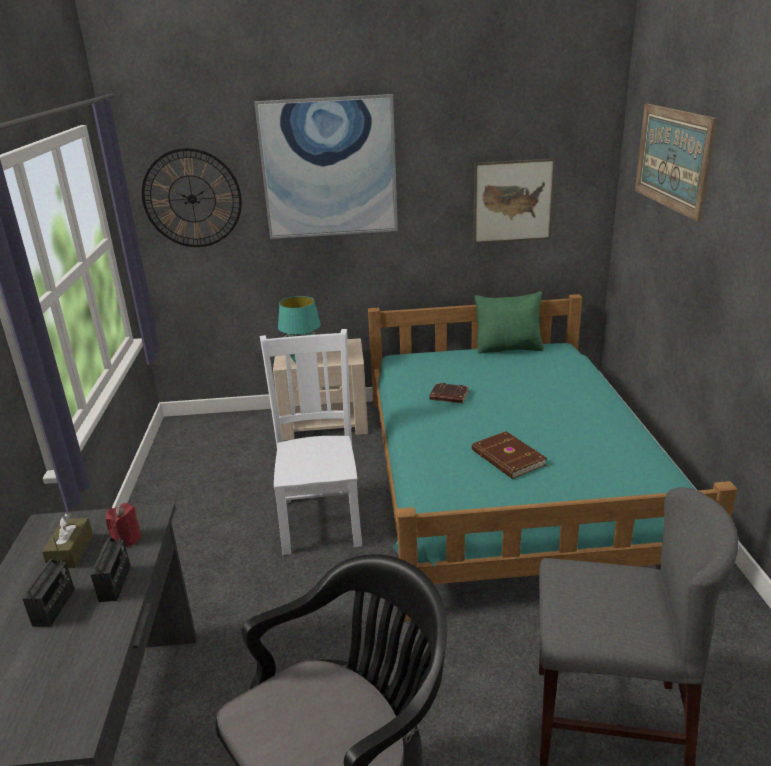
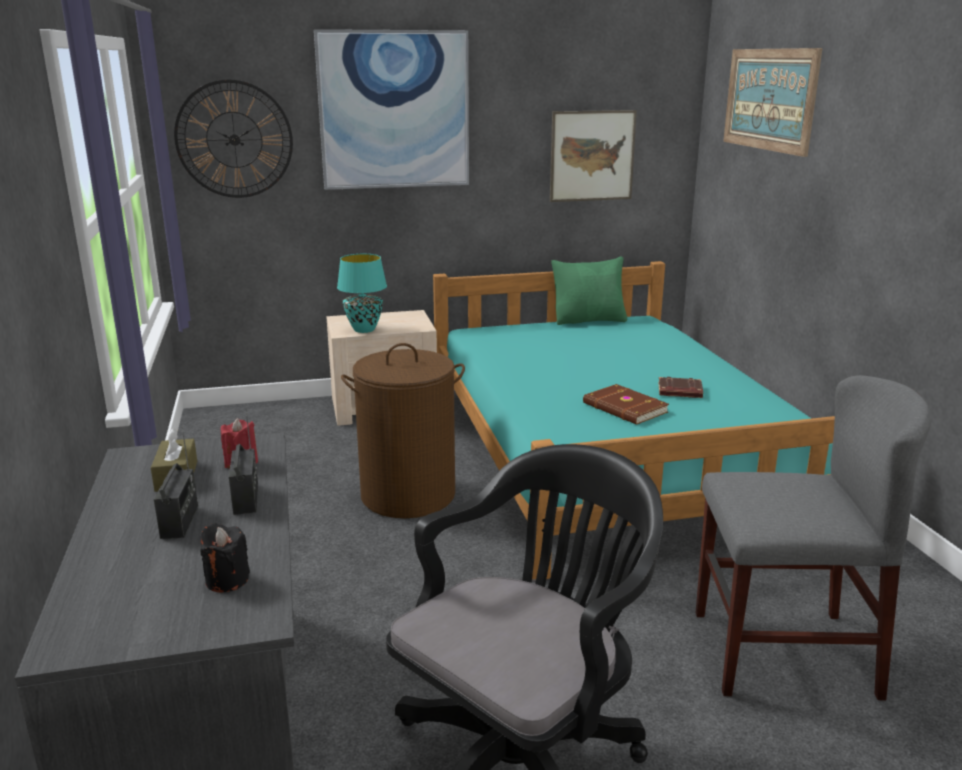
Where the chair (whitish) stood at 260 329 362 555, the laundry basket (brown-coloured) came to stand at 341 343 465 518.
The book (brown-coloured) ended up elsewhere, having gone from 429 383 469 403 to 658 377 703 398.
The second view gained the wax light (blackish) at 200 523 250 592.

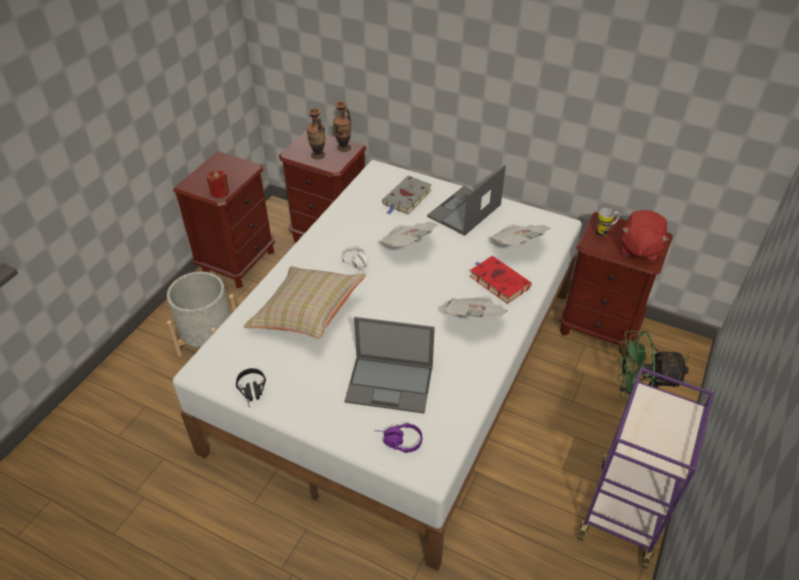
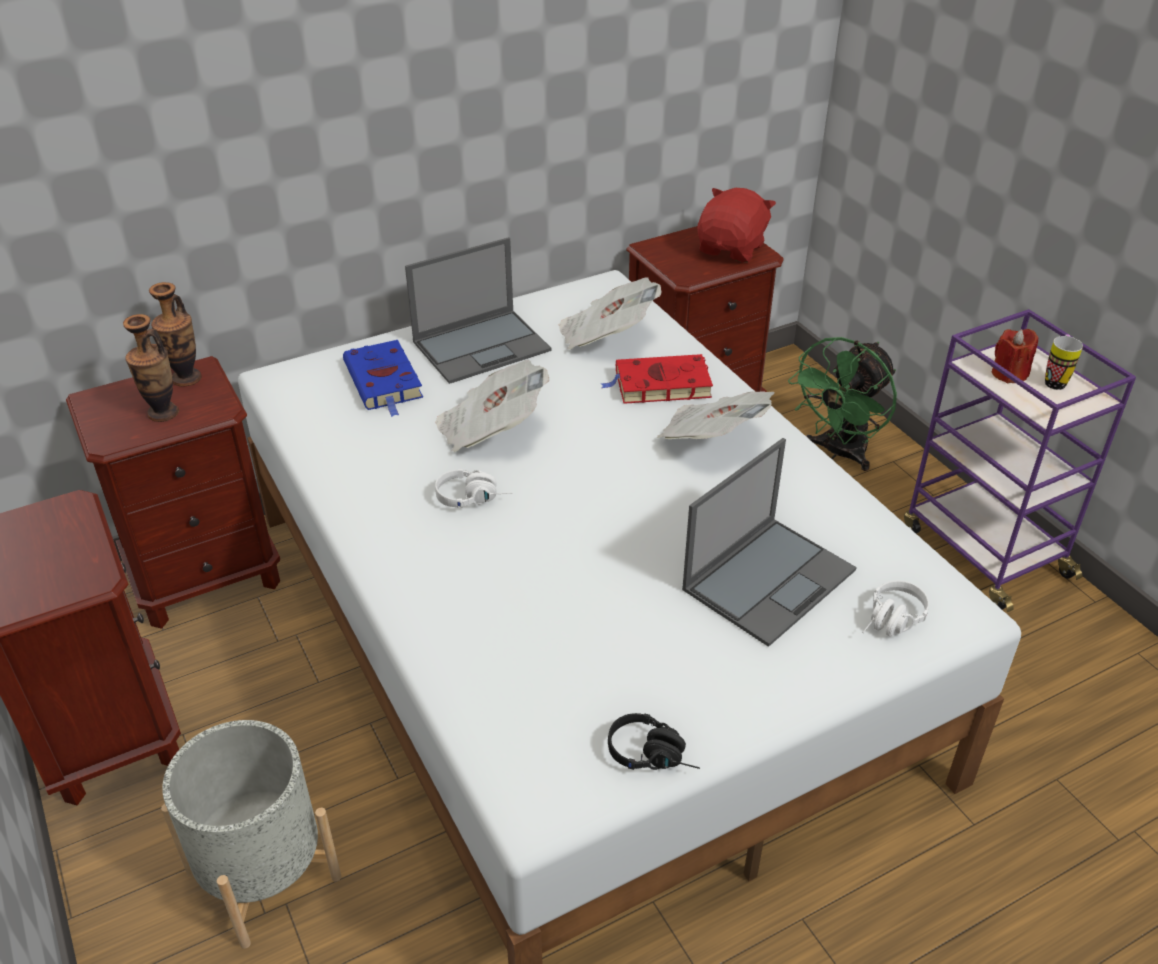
The wax light (red) ended up elsewhere, having gone from 207 170 229 199 to 992 329 1038 383.
The second view lost the throw pillow (beige-coloured) at 243 266 366 339.
What was the headphones (purple-coloured) at 374 423 422 453 turned into the headphones (whitish) at 862 580 929 637.
What was the book (gray) at 382 176 432 215 turned into the book (blue) at 343 340 423 417.
The portable computer at 427 165 506 236 ended up facing another way, 105 degrees counterclockwise from before.
The mug ended up elsewhere, having gone from 596 208 620 237 to 1045 335 1083 390.
The plush toy (red) at 621 210 669 262 ended up facing another way, 120 degrees counterclockwise from before.

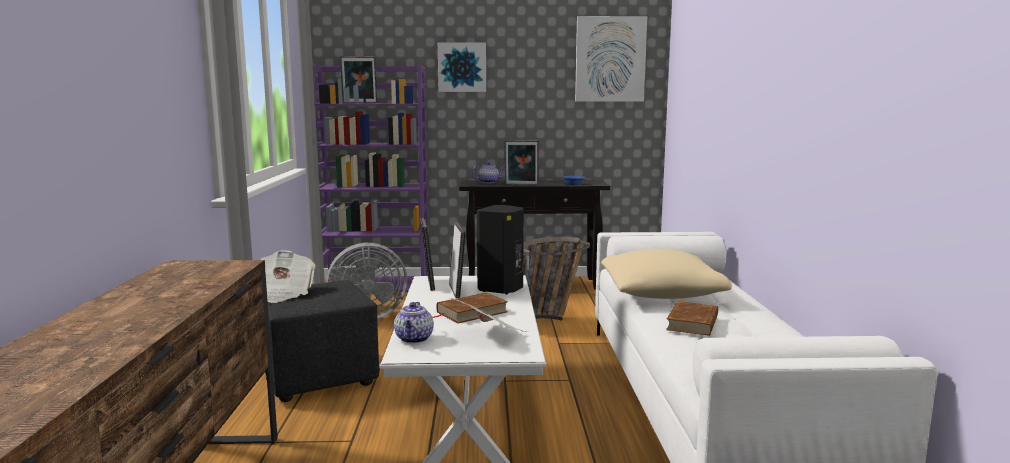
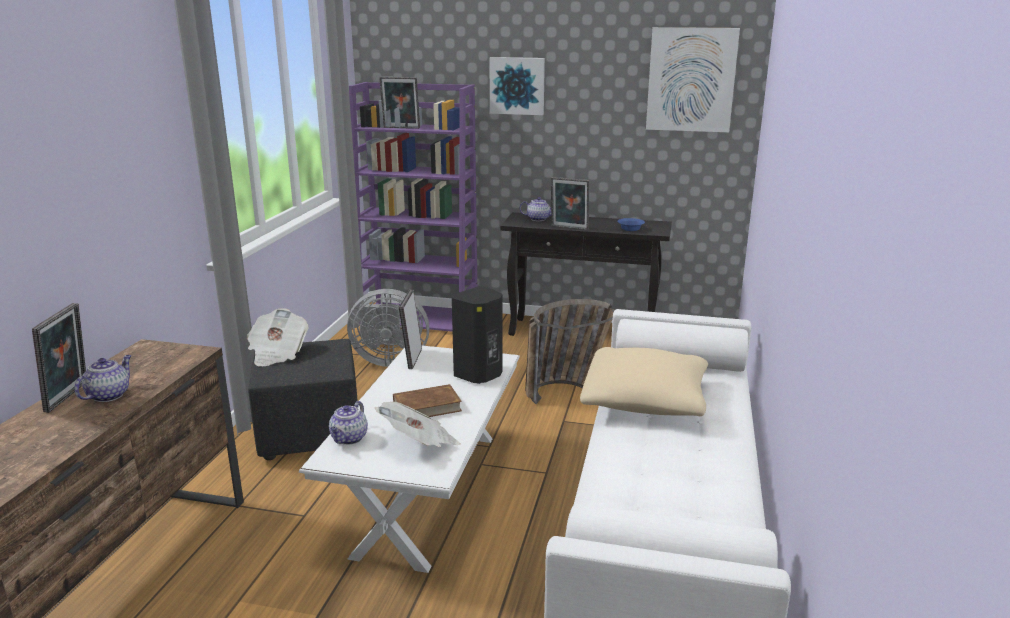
The photo frame ended up elsewhere, having gone from 449 222 466 298 to 32 303 86 413.
The second view lost the book (brown-coloured) at 666 301 718 336.
The second view gained the tea pot at 75 355 131 402.

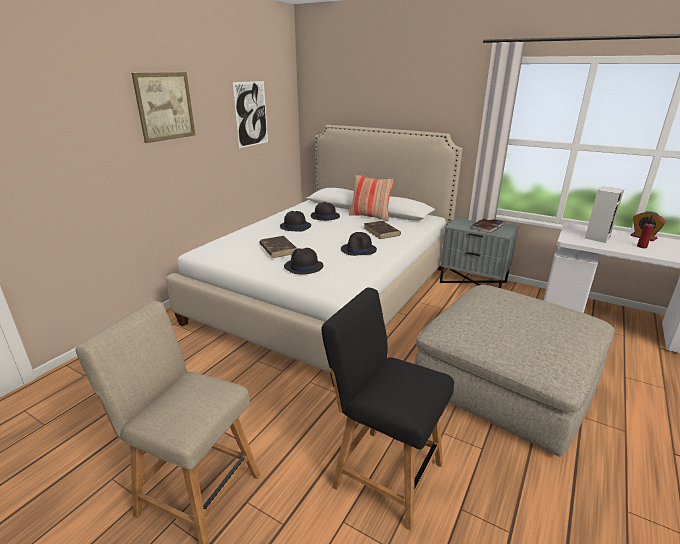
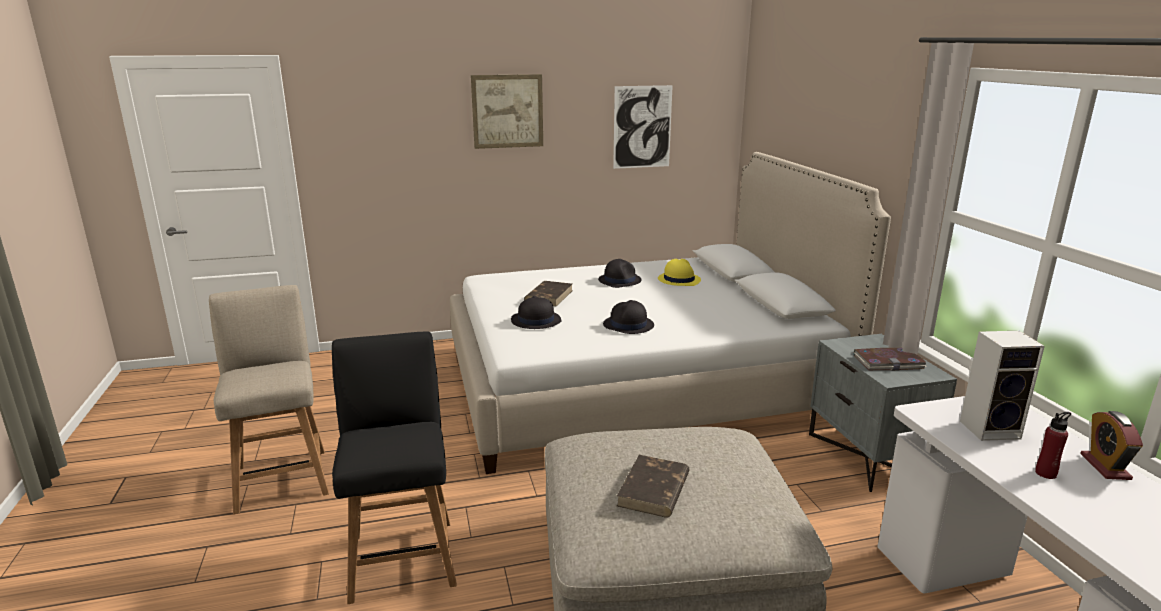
What was the hat (blackish) at 311 202 340 221 turned into the hat (yellowish) at 658 259 701 286.
The second view lost the throw pillow at 349 175 395 221.
The book (brown-coloured) ended up elsewhere, having gone from 364 221 401 239 to 617 455 690 518.

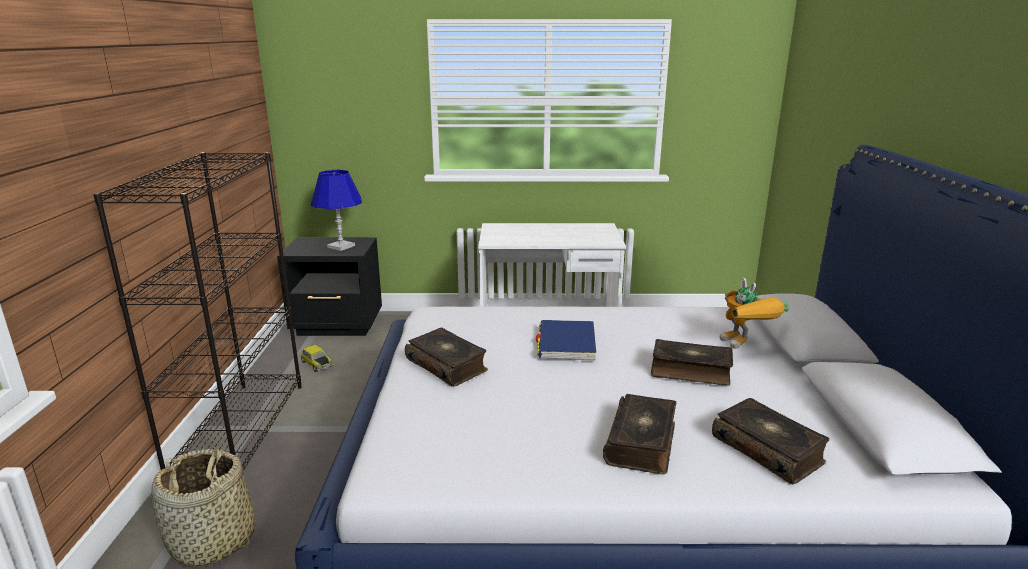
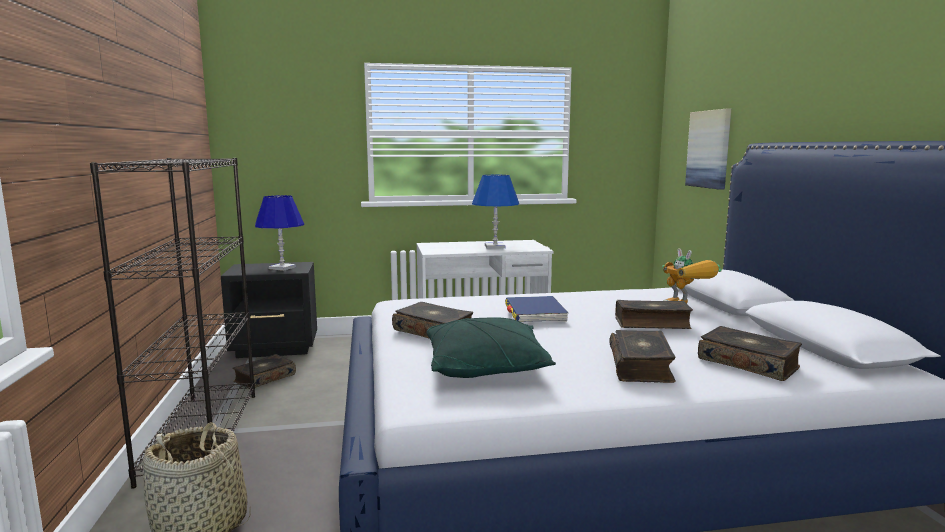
Where the miniature car stood at 301 345 333 372, the book came to stand at 233 354 296 389.
The second view gained the throw pillow (green) at 427 317 556 378.
The second view gained the table lamp (blue) at 472 175 519 249.
The second view gained the wall art at 685 109 731 190.

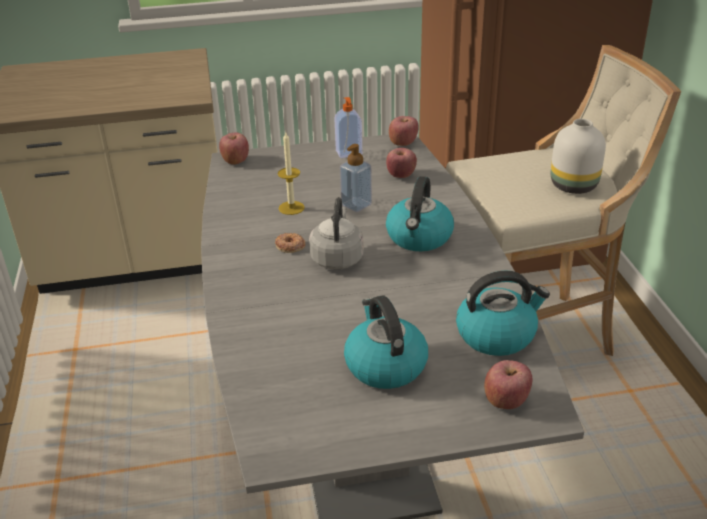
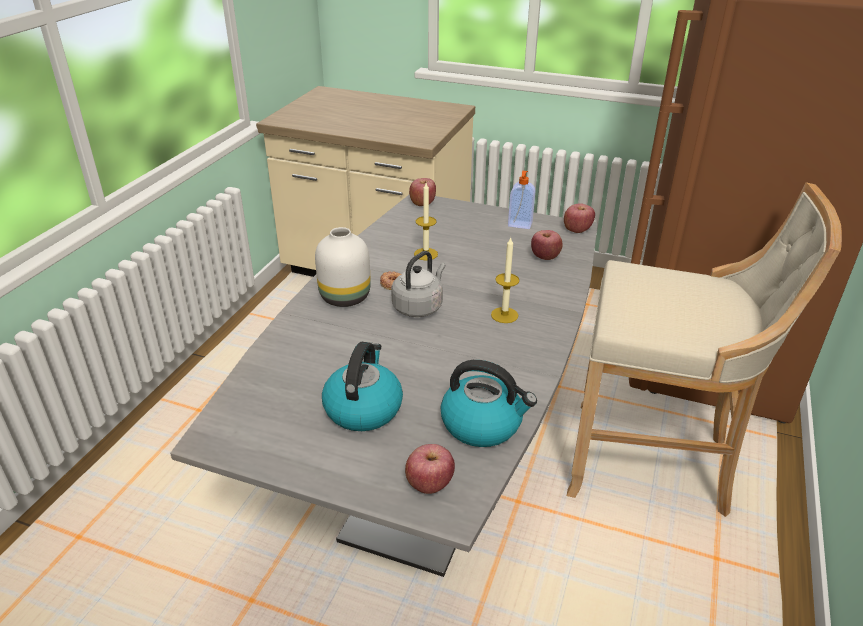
The second view lost the liquid soap bottle at 340 144 372 212.
Where the tea kettle stood at 386 176 454 251, the wax light came to stand at 491 237 519 323.
The decorative vase (whitish) ended up elsewhere, having gone from 551 119 606 194 to 315 227 371 307.

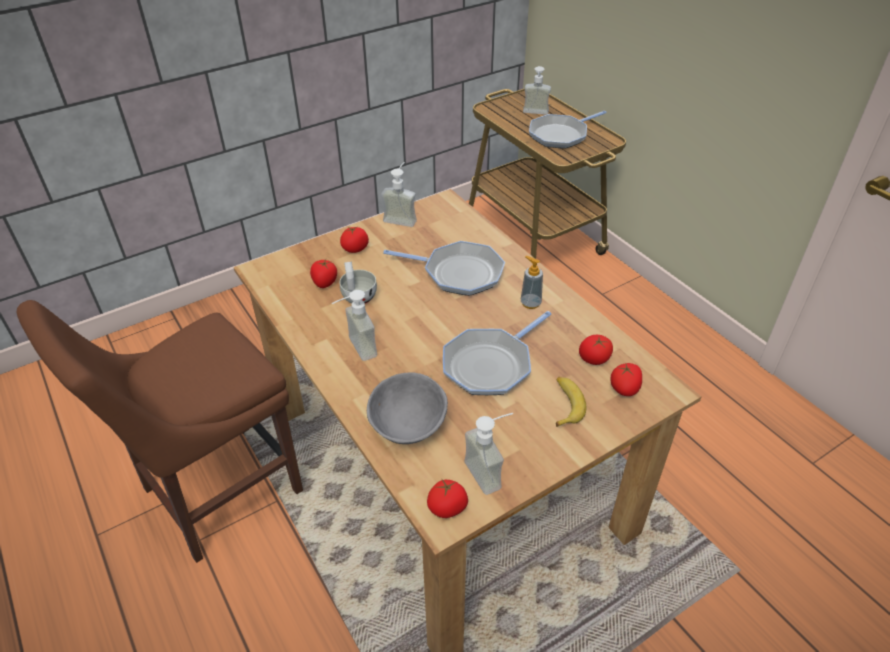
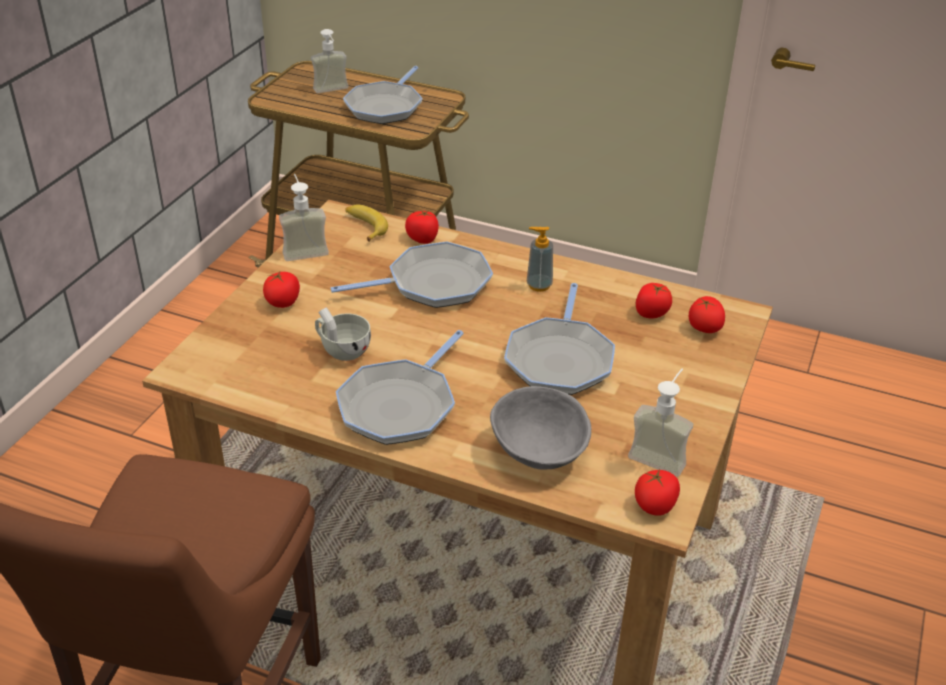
The whole tomato ended up elsewhere, having gone from 310 259 337 288 to 405 209 439 244.
Where the liquid soap bottle stood at 332 290 377 361, the skillet came to stand at 336 330 464 445.
The banana fruit ended up elsewhere, having gone from 556 377 586 427 to 345 205 388 242.

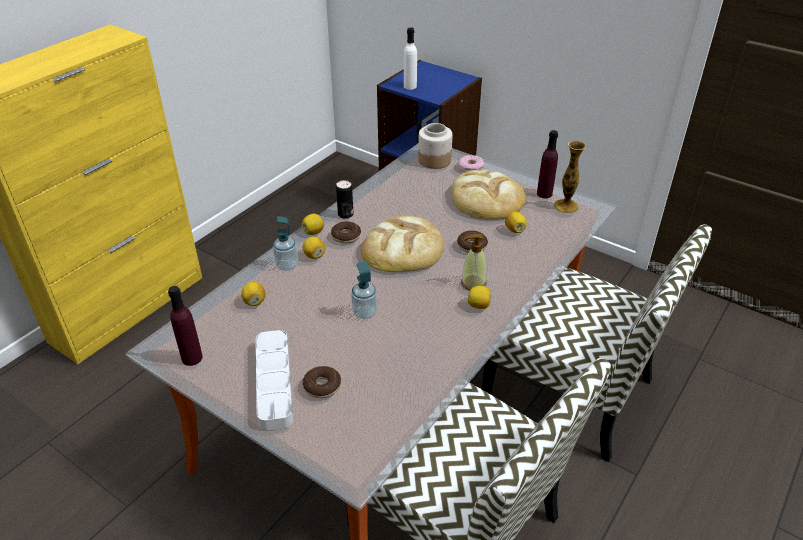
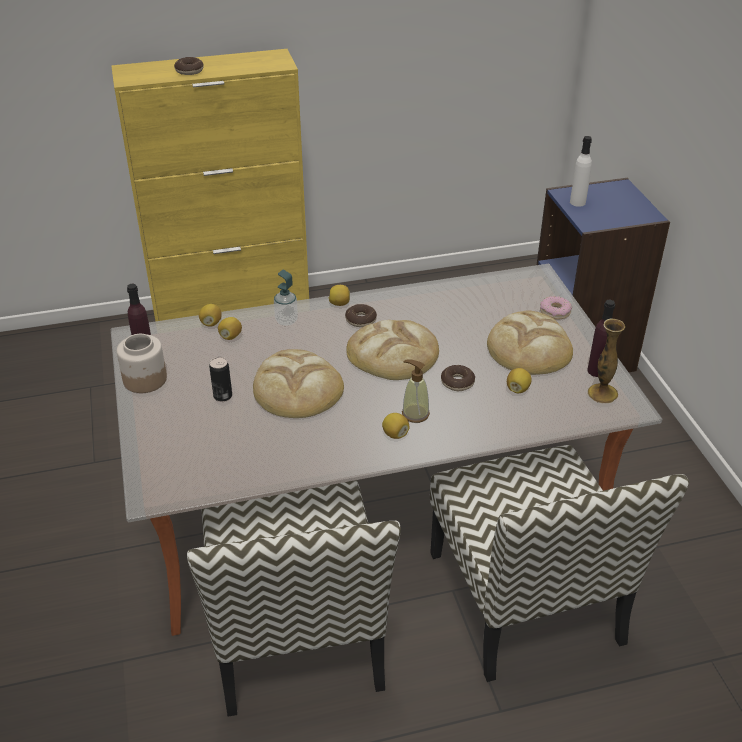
The second view lost the serving tray (gray) at 256 330 293 431.
The whole lemon ended up elsewhere, having gone from 303 237 325 259 to 199 304 222 327.
The ring doughnut ended up elsewhere, having gone from 303 366 341 398 to 174 57 203 75.
The can ended up elsewhere, having gone from 336 180 354 219 to 209 357 232 401.
Where the liquid soap bottle stood at 351 261 377 319, the baked bread came to stand at 253 349 344 418.
The preserve jar ended up elsewhere, having gone from 418 123 453 169 to 117 334 167 393.

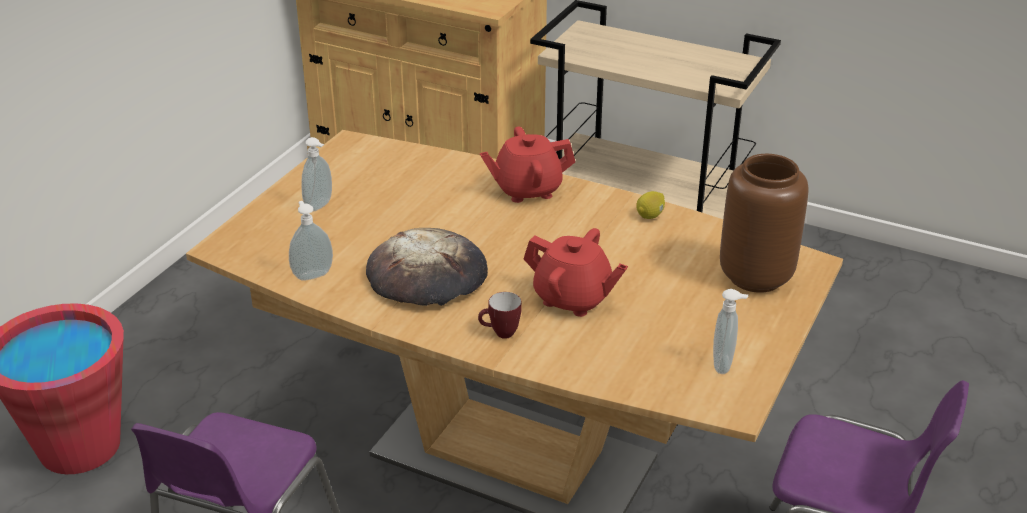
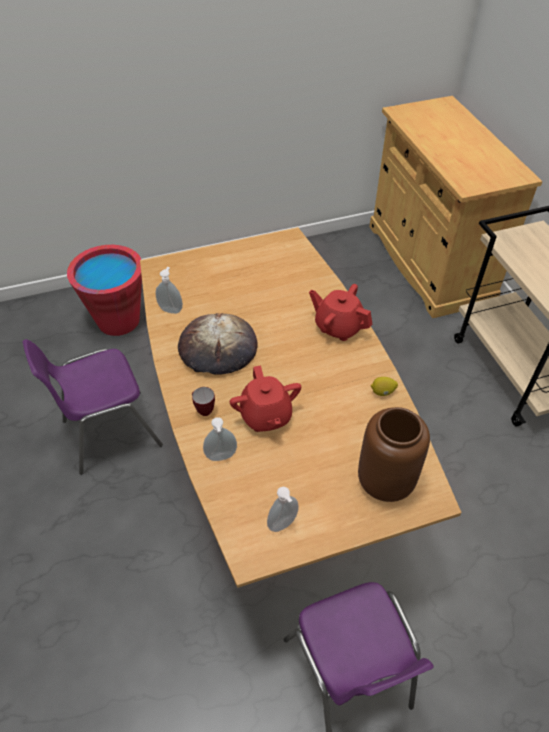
The liquid soap bottle ended up elsewhere, having gone from 301 137 332 212 to 203 417 237 461.

